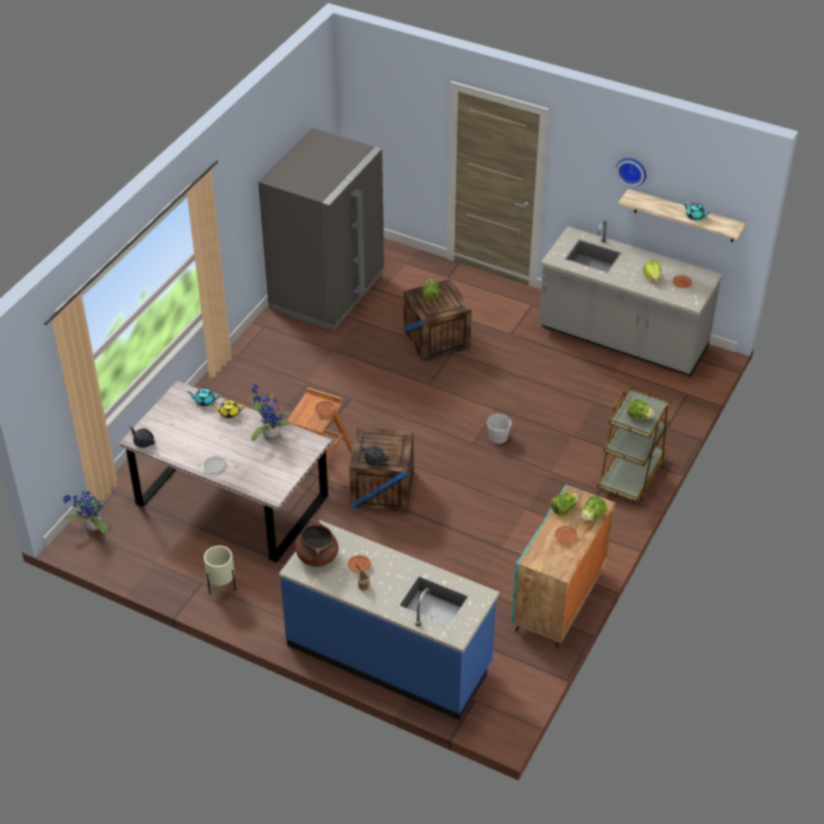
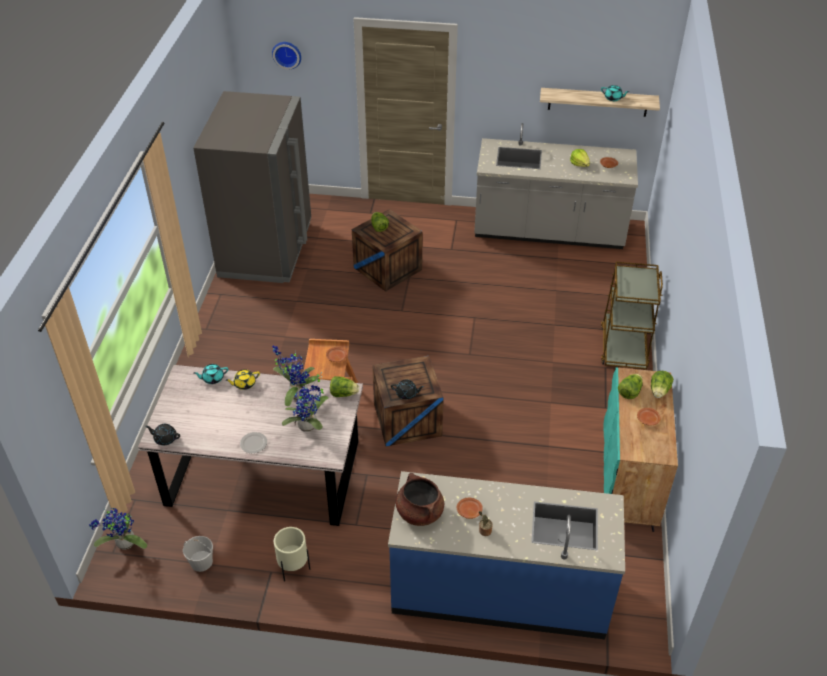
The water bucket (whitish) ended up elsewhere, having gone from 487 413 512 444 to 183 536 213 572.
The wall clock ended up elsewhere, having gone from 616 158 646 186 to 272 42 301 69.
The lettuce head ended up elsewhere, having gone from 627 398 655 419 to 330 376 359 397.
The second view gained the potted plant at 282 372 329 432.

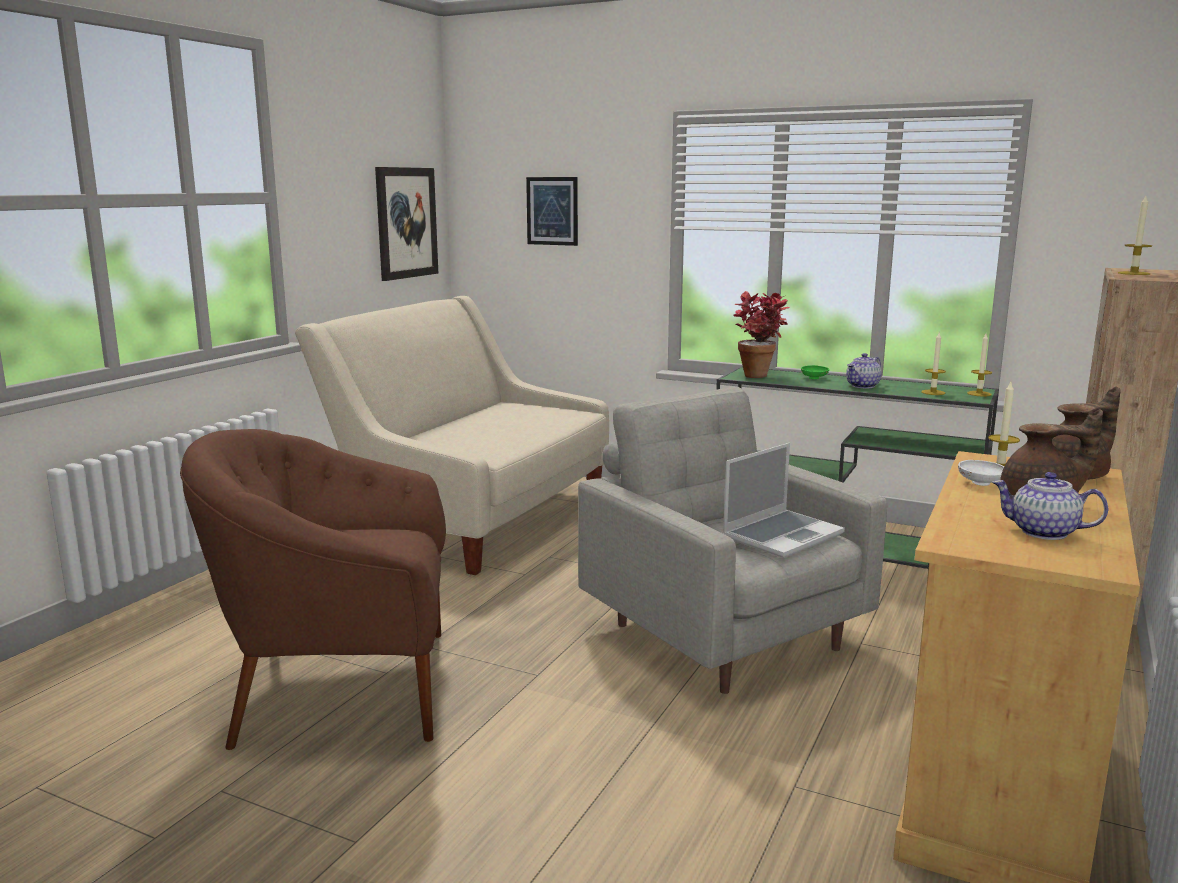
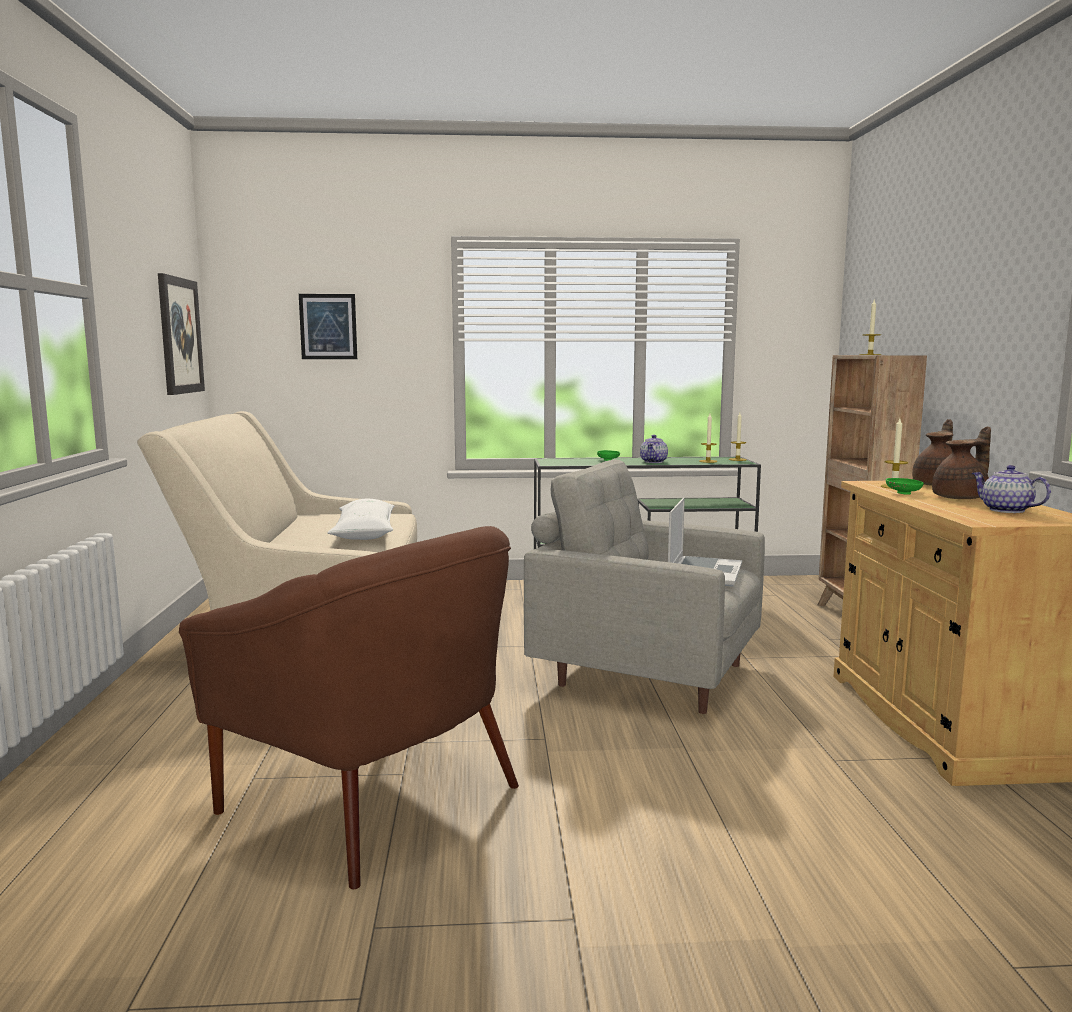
The lounge chair (brown-coloured) at 180 429 446 750 ended up facing another way, 105 degrees counterclockwise from before.
The second view lost the potted plant at 733 291 790 378.
What was the deep dish (whitish) at 958 460 1004 486 turned into the deep dish (green) at 886 478 924 495.
The tea pot at 992 472 1108 540 ended up facing another way, 60 degrees clockwise from before.
The second view gained the throw pillow (whitish) at 327 499 394 540.

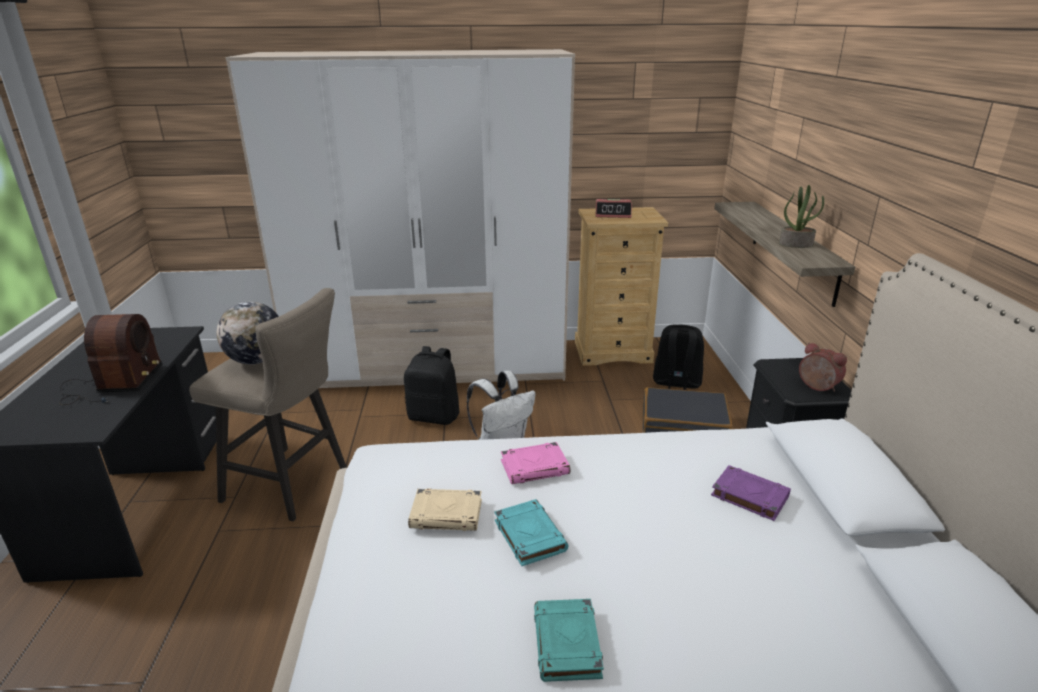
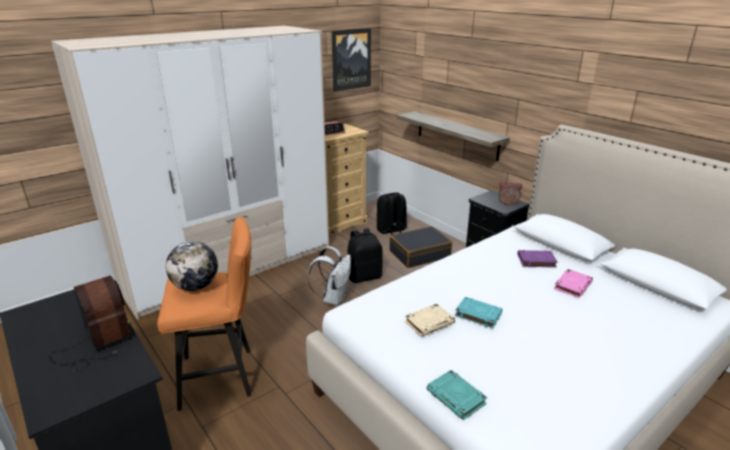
What was the sitting stool (beige-coloured) at 189 288 347 521 turned into the sitting stool (orange-coloured) at 157 217 251 411.
The rucksack (blackish) ended up elsewhere, having gone from 404 346 459 425 to 347 228 383 283.
The book (pink) ended up elsewhere, having gone from 501 442 570 484 to 554 269 593 298.
The book (turquoise) ended up elsewhere, having gone from 534 599 604 682 to 427 370 487 420.
The second view lost the potted plant at 779 185 824 248.
The second view gained the wall art at 332 28 371 92.

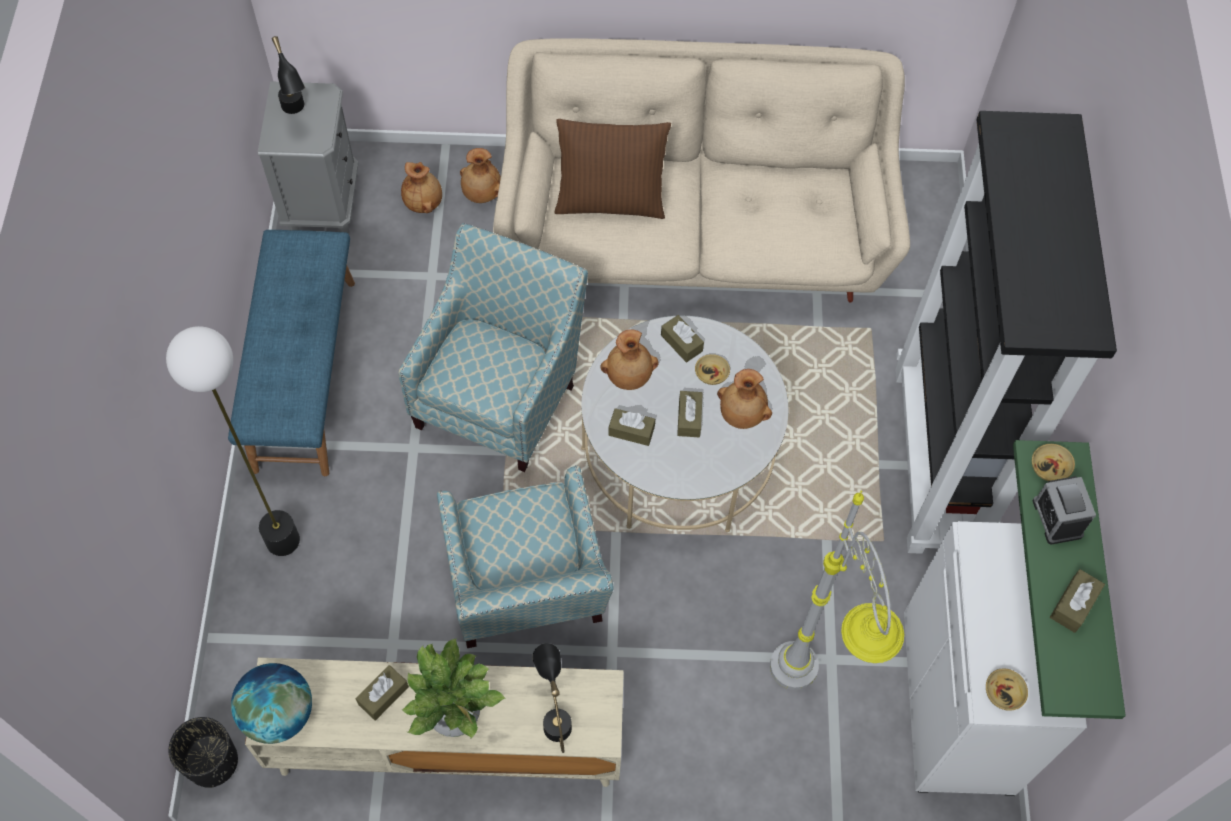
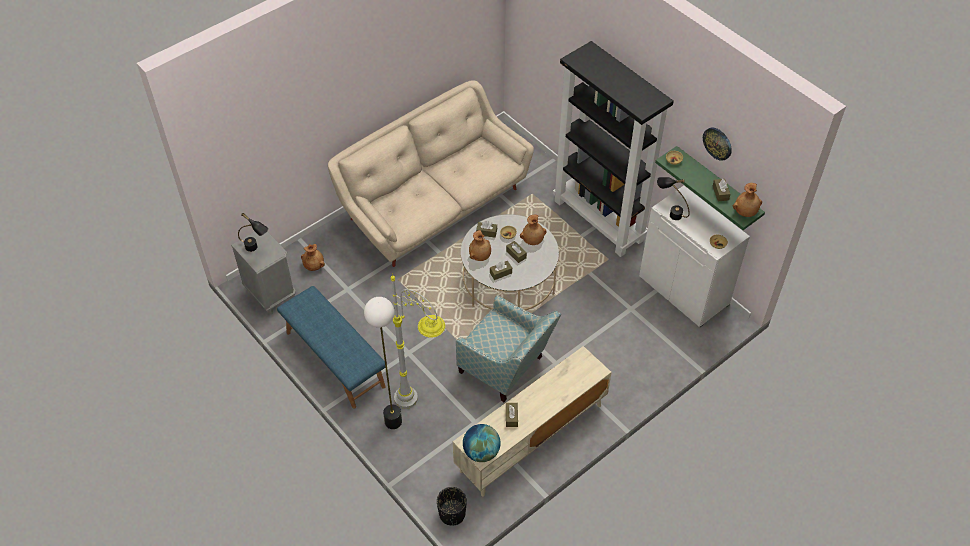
The second view lost the lounge chair at 398 223 588 472.
The second view lost the potted plant at 402 638 506 740.
The decorative vase (brown-coloured) ended up elsewhere, having gone from 460 148 501 203 to 733 183 762 217.
The table lamp (blackish) ended up elsewhere, having gone from 532 643 572 753 to 657 177 690 220.
The second view lost the throw pillow (brown-coloured) at 555 119 671 219.
The standard lamp (gray) ended up elsewhere, having gone from 770 490 904 690 to 391 273 445 409.
The second view lost the bedside clock at 1033 476 1096 545.
The second view gained the wall clock at 703 128 732 161.

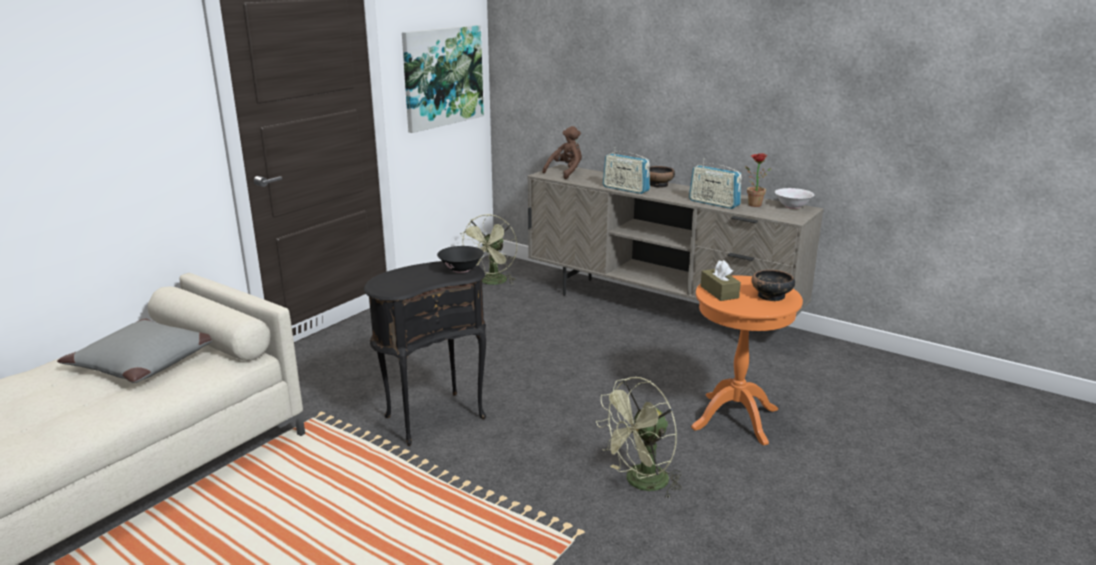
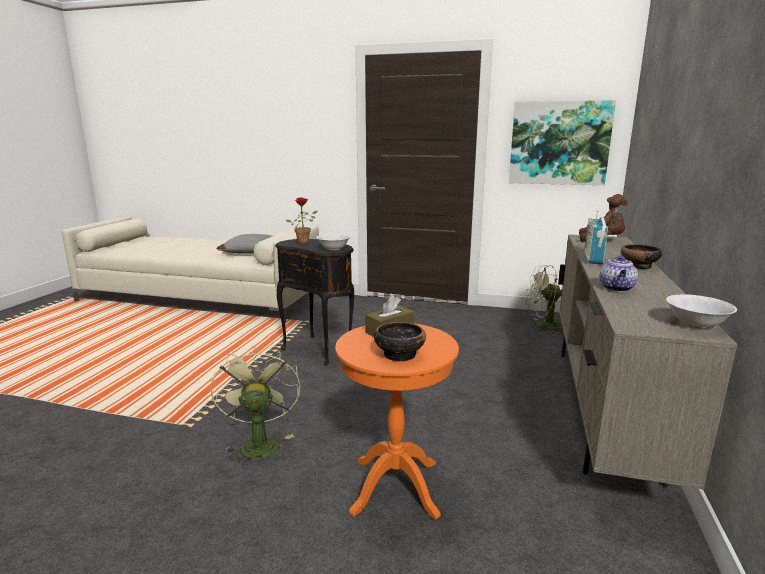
What was the deep dish (blackish) at 437 246 484 273 turned into the deep dish (whitish) at 316 233 351 251.
The cooling fan (green) at 596 377 682 499 ended up facing another way, 45 degrees clockwise from before.
Where the radio receiver stood at 689 159 742 209, the tea pot came to stand at 599 256 638 292.
The potted plant ended up elsewhere, having gone from 745 153 772 207 to 286 198 317 244.

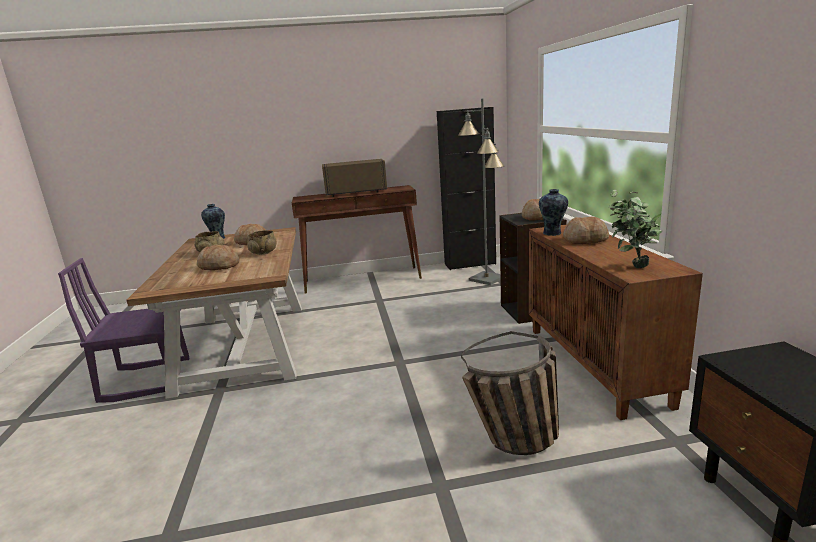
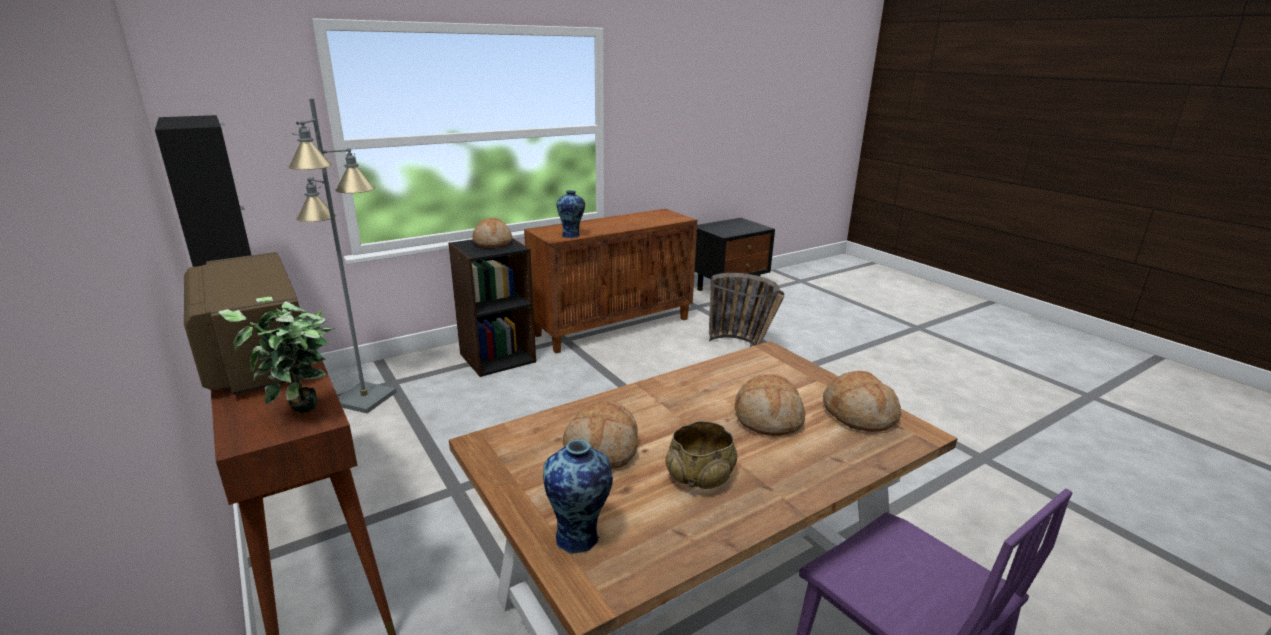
The second view lost the deep dish (beige-coloured) at 247 230 276 255.
The baked bread ended up elsewhere, having gone from 563 217 609 244 to 823 371 901 432.
The potted plant ended up elsewhere, having gone from 609 190 662 268 to 218 297 335 413.

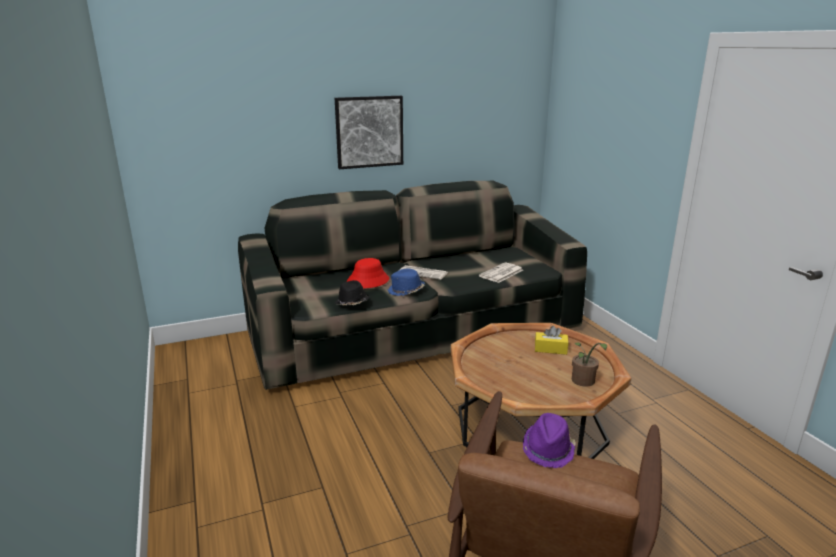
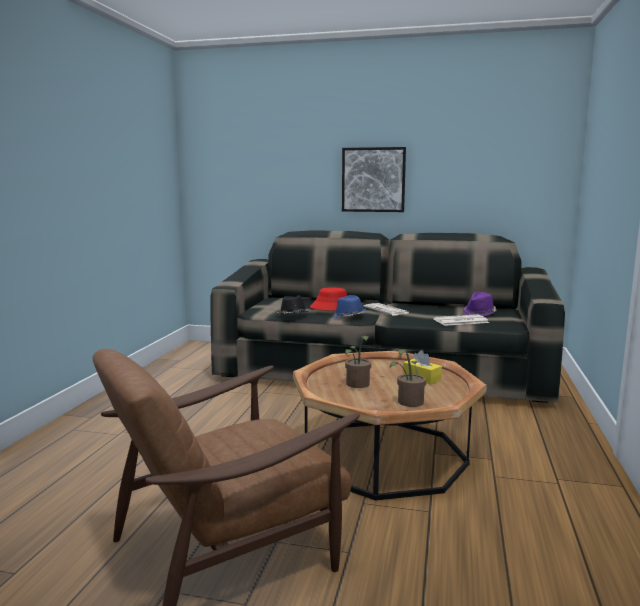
The hat (purple-coloured) ended up elsewhere, having gone from 523 413 576 468 to 462 292 497 316.
The second view gained the potted plant at 345 336 371 388.

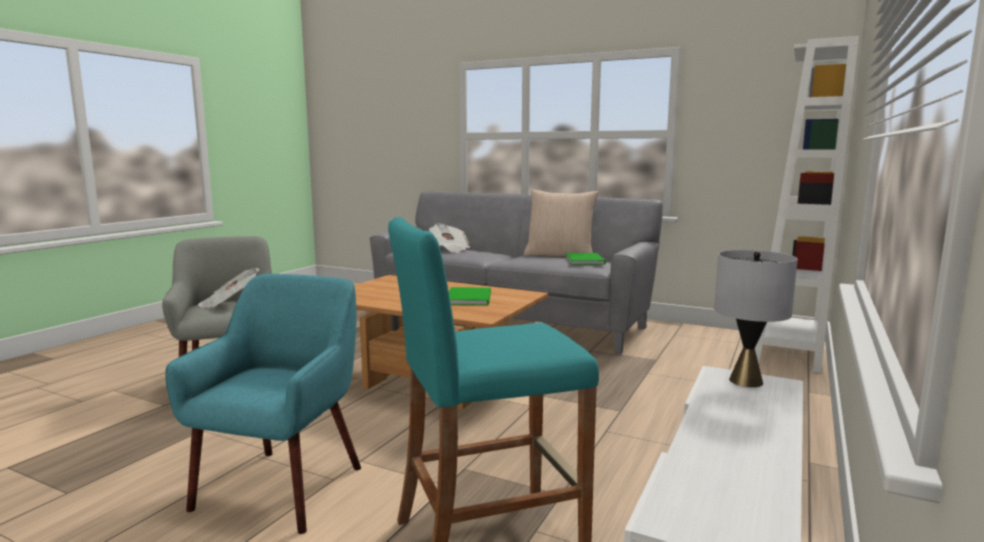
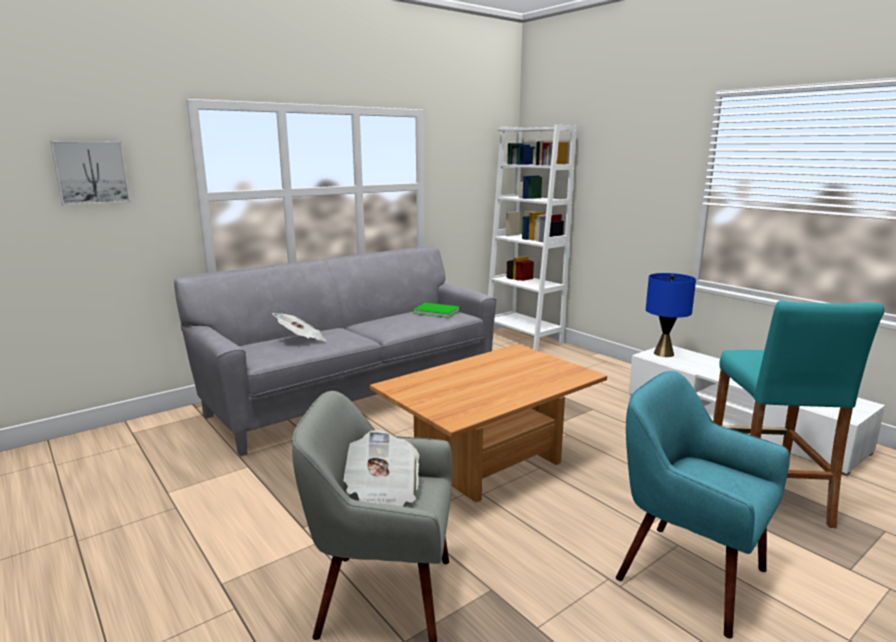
The second view lost the book (green) at 449 287 491 305.
The second view lost the throw pillow (beige-coloured) at 524 190 598 257.
What was the table lamp (gray) at 714 250 798 387 turned into the table lamp (blue) at 646 273 696 357.
The second view gained the wall art at 50 141 131 205.

